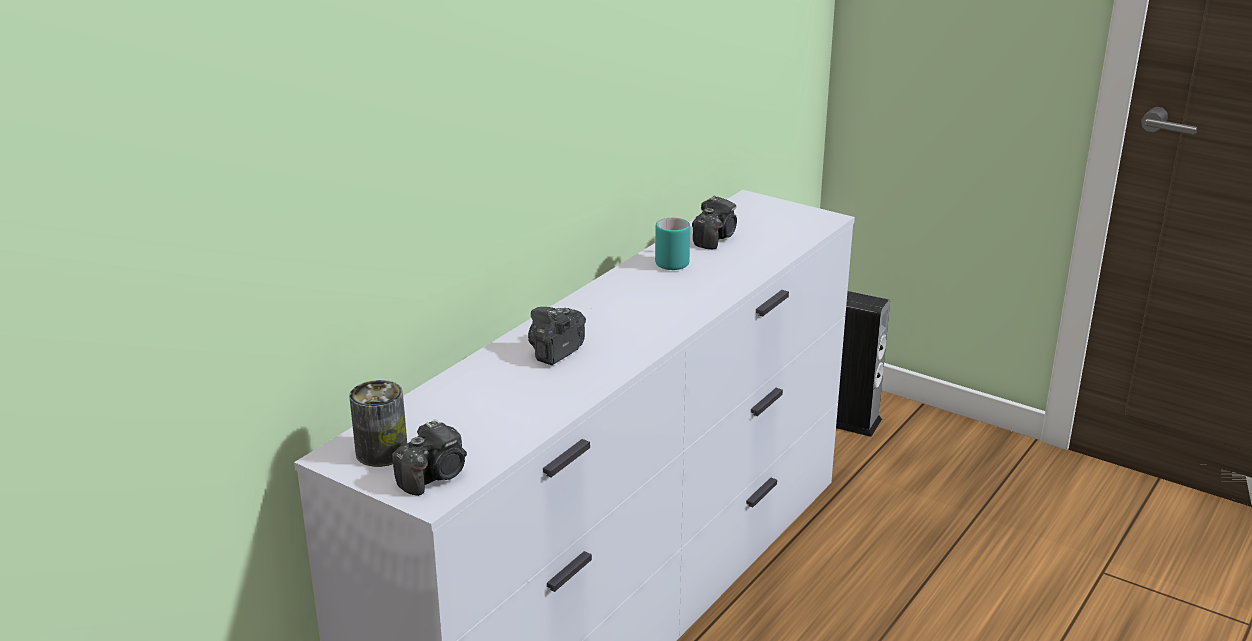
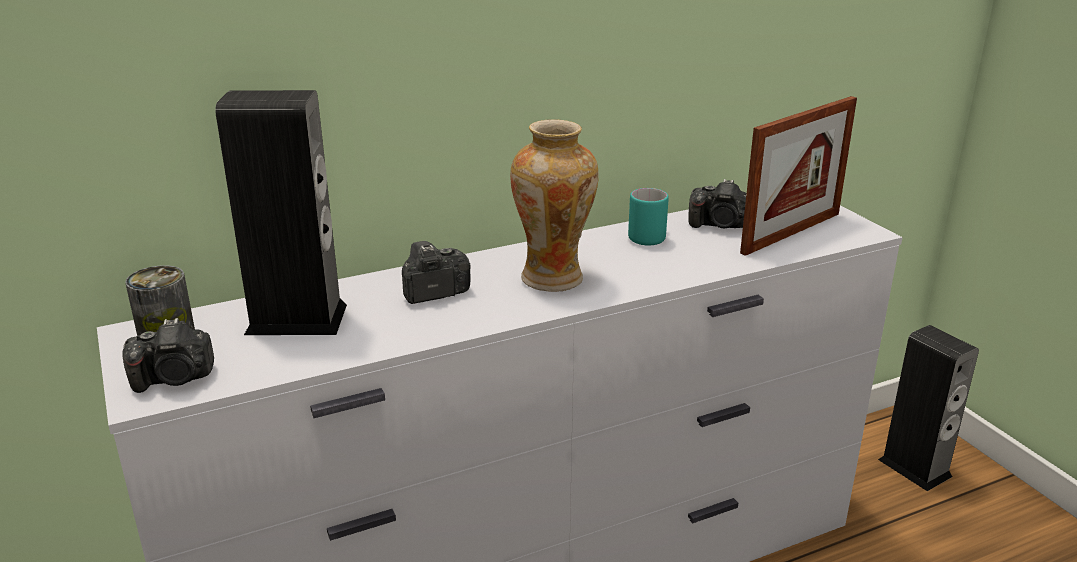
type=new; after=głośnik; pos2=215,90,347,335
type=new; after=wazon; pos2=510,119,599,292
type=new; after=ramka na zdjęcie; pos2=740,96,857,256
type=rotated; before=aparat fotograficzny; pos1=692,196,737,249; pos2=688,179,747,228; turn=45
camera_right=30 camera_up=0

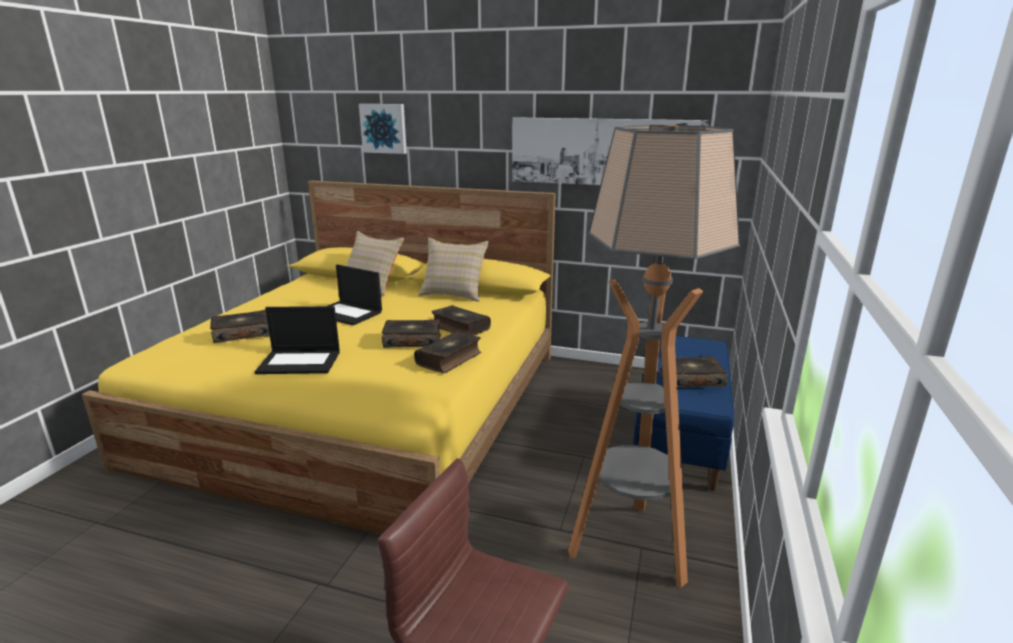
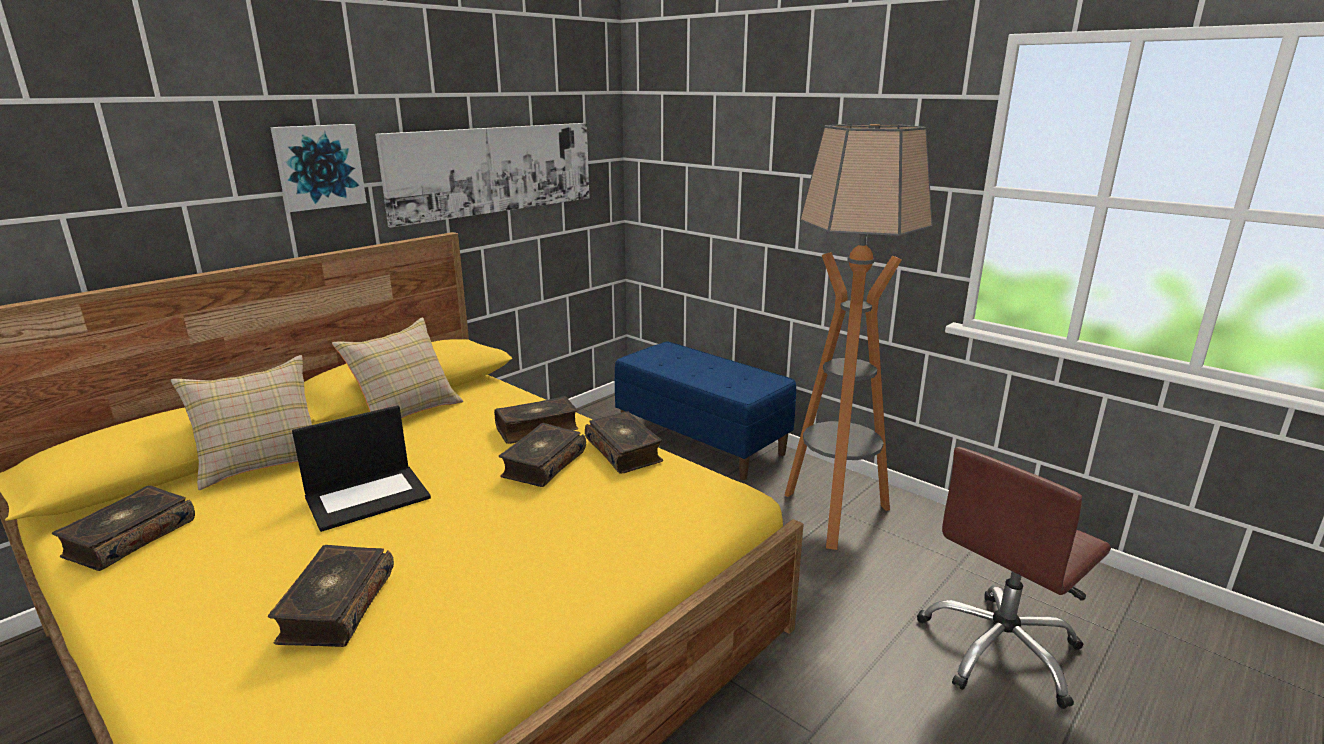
type=gone; before=laptop; pos1=255,306,340,374
type=shifted; before=obraz; pos1=359,104,407,154; pos2=271,124,367,212
type=shifted; before=książka; pos1=659,356,728,388; pos2=52,485,195,571
camera_right=-65 camera_up=0

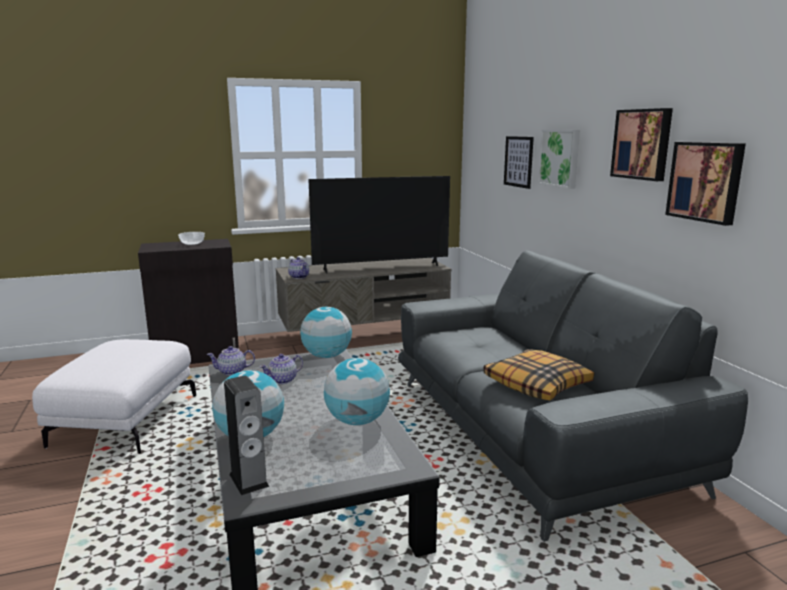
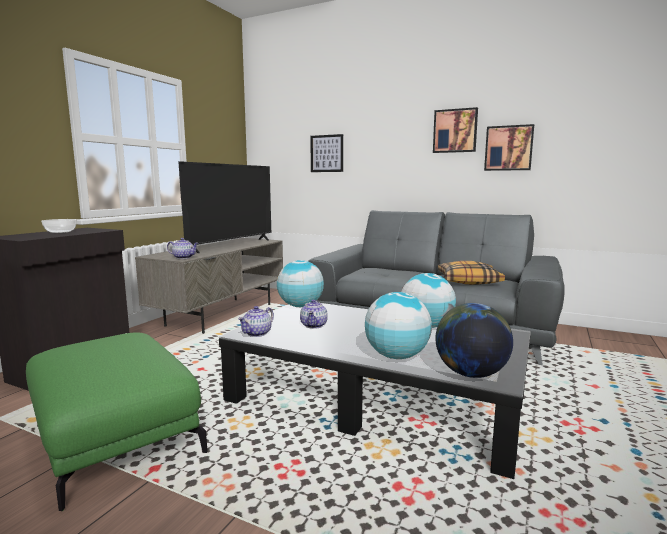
type=gone; before=obraz; pos1=538,130,580,189
type=swapped; before=głośnik; after=globus; pos1=224,376,269,495; pos2=435,303,513,378
type=repainted; before=pufa [biały]; after=pufa [zielony]; pos1=32,339,196,454; pos2=26,332,208,511
camera_right=-45 camera_up=-5

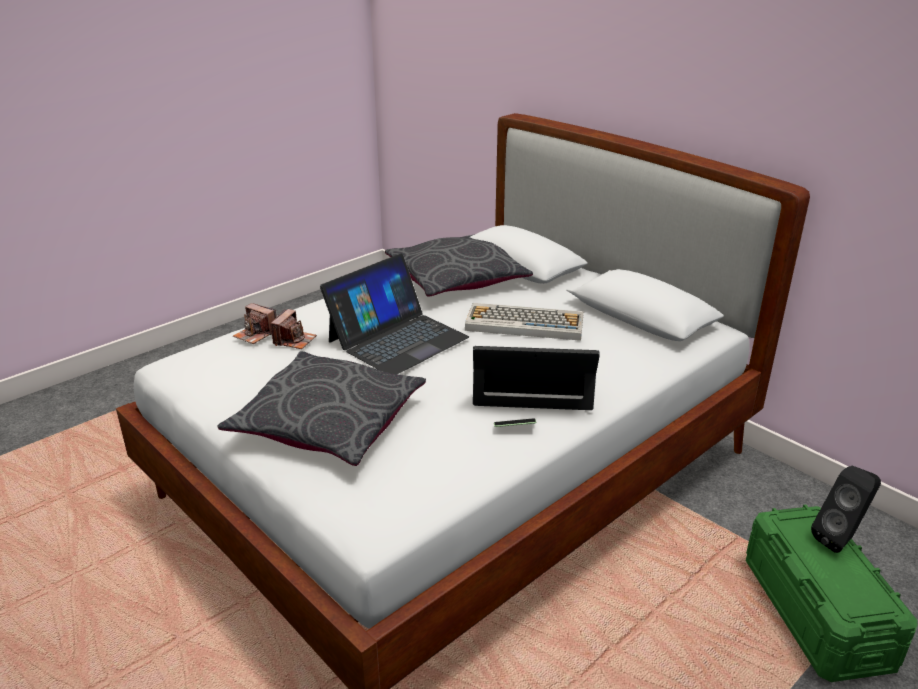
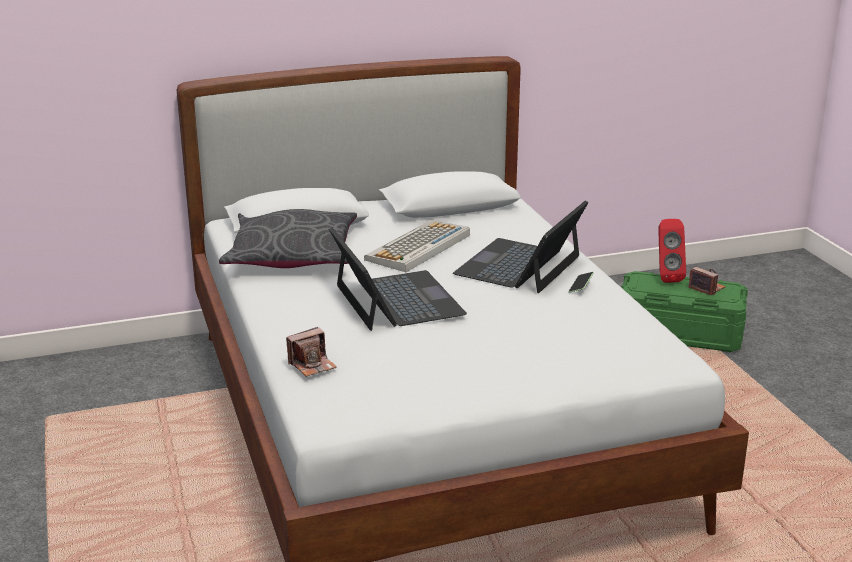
type=gone; before=poduszka [szary]; pos1=217,351,426,466
type=shifted; before=aparat fotograficzny; pos1=270,309,317,349; pos2=688,267,726,295
type=repainted; before=głośnik [czarny]; after=głośnik [czerwony]; pos1=811,465,881,553; pos2=658,219,686,283
camera_right=-65 camera_up=-5

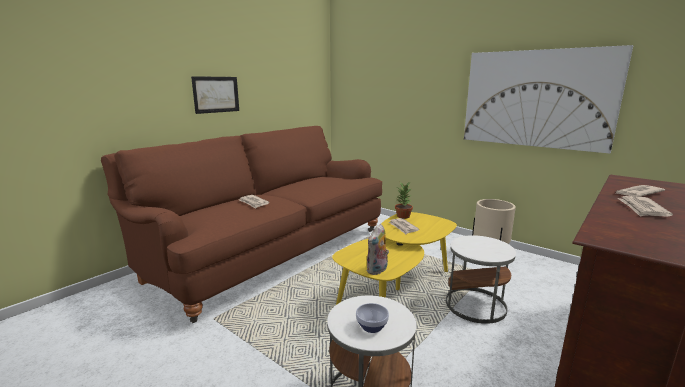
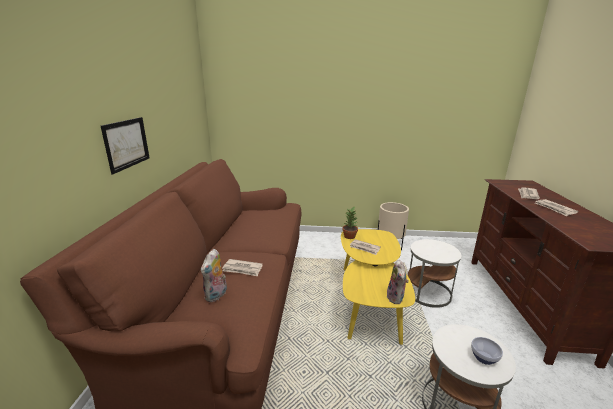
type=gone; before=obraz; pos1=464,45,633,154
type=new; after=pluszak; pos2=201,249,227,302
camera_right=-35 camera_up=5

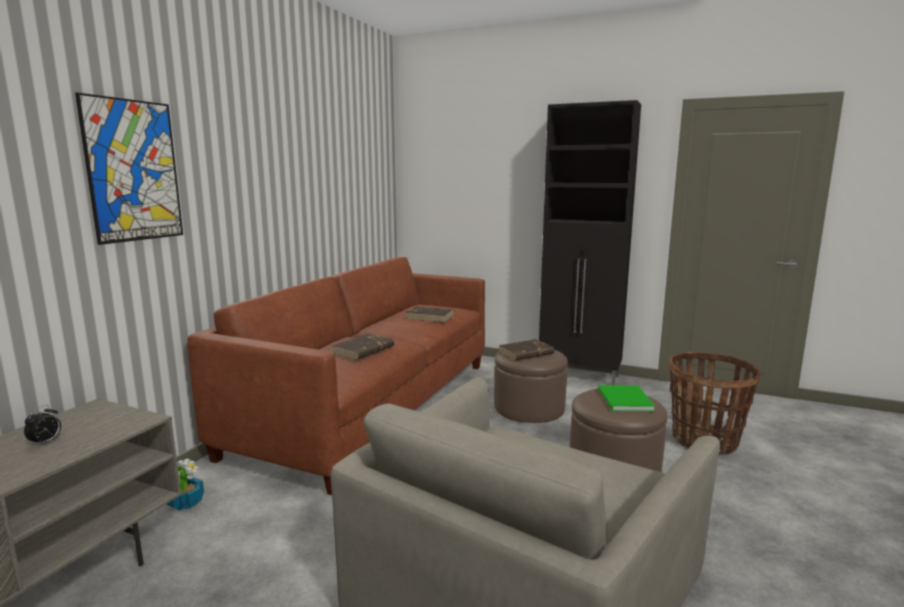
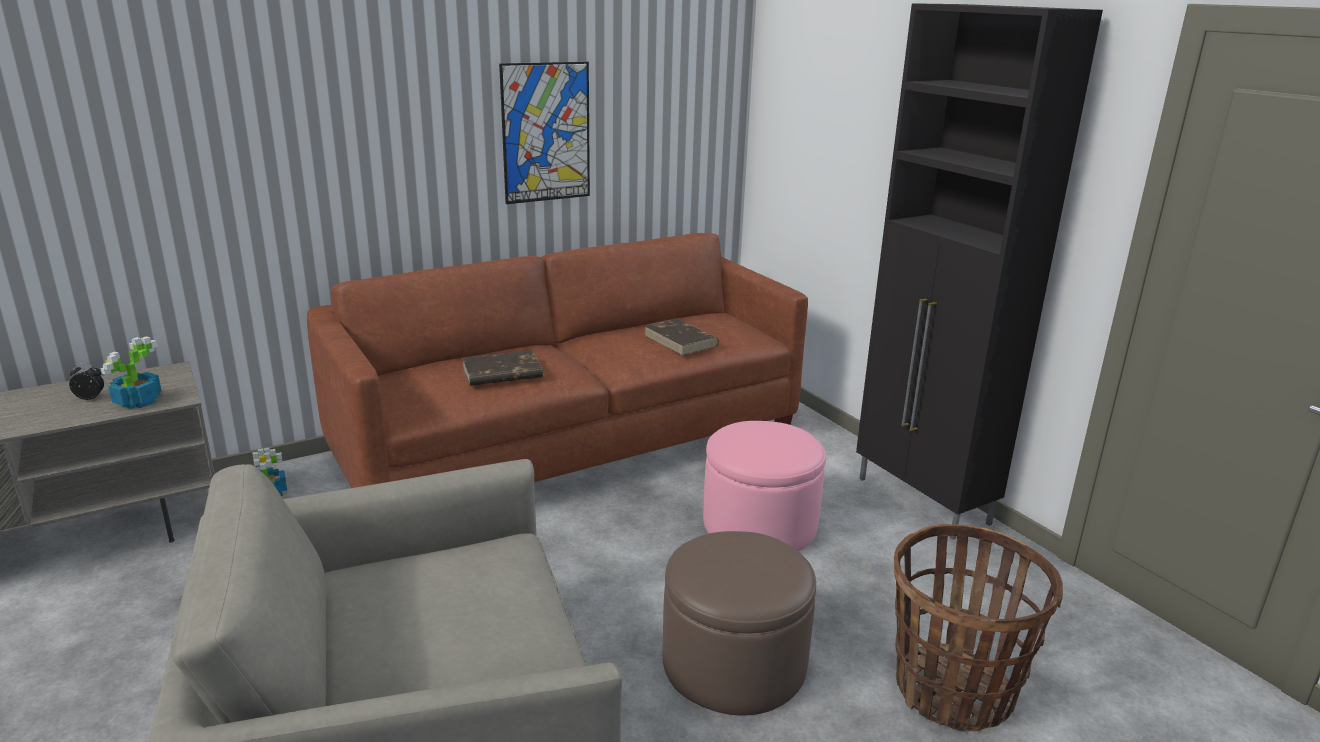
type=gone; before=książka [brązowy]; pos1=498,339,554,361
type=gone; before=książka [zielony]; pos1=598,385,655,411
type=new; after=roślina doniczkowa; pos2=101,336,162,409
type=shifted; before=obraz; pos1=75,92,183,245; pos2=499,62,590,204
type=repainted; before=pufa [brązowy]; after=pufa [różowy]; pos1=494,350,568,423; pos2=703,421,826,551
type=rotated; before=budzik; pos1=24,405,61,447; pos2=69,363,104,400; turn=-150
camera_right=35 camera_up=10

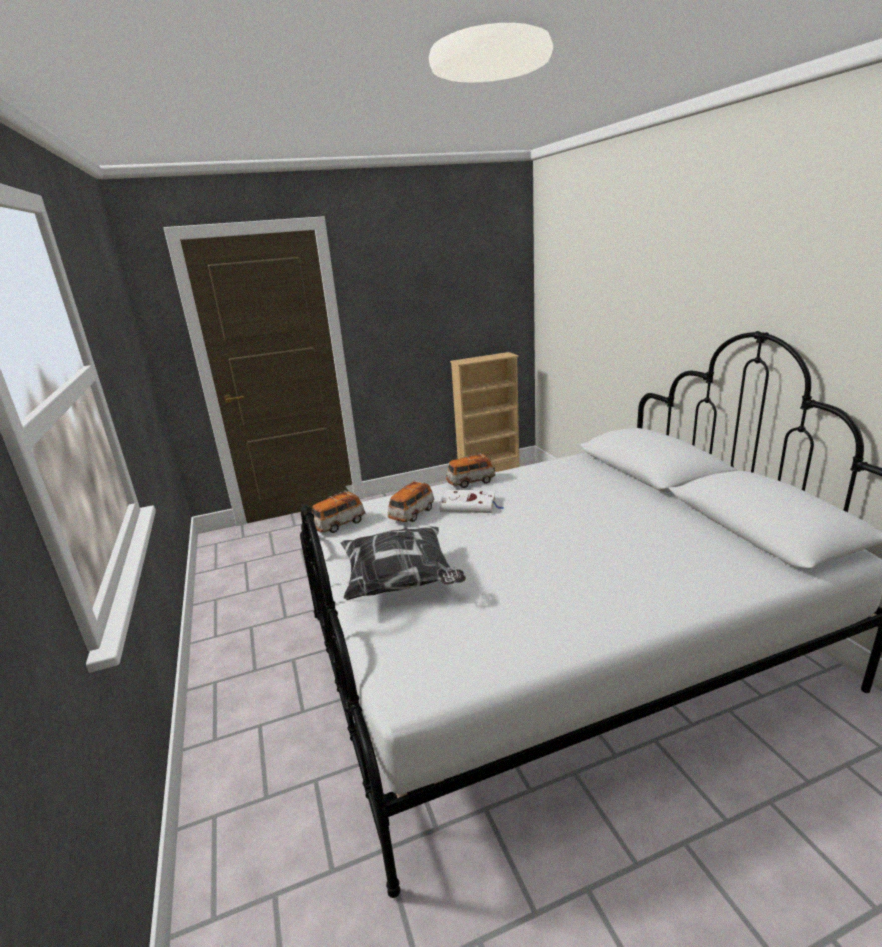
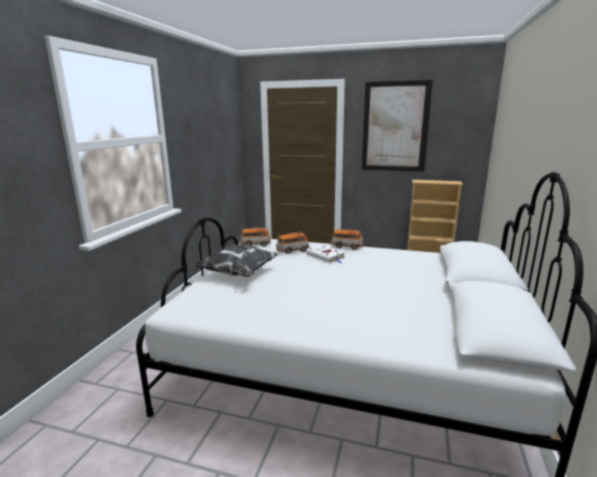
type=new; after=obraz; pos2=362,80,433,171
camera_right=35 camera_up=-5

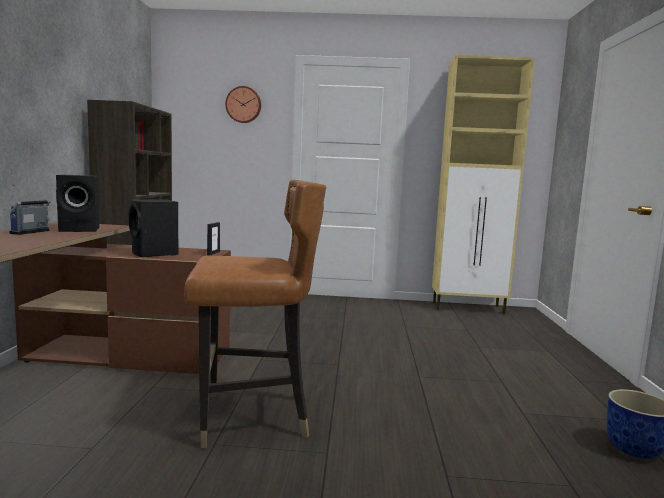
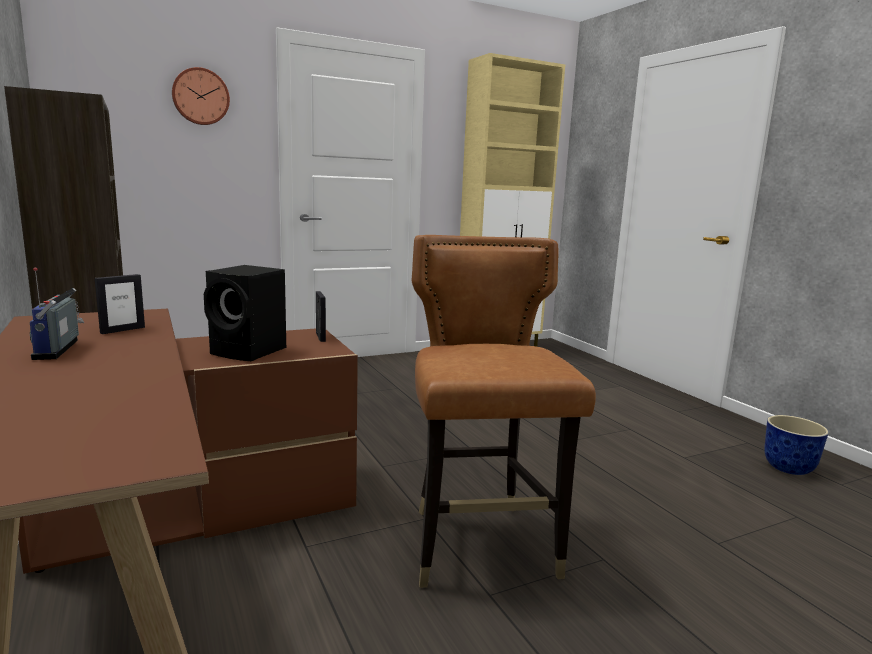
type=swapped; before=głośnik [czarny]; after=ramka na zdjęcie; pos1=56,175,99,232; pos2=95,274,145,334
type=rotated; before=krzesło [brązowy]; pos1=184,180,326,448; pos2=412,235,596,588; turn=-60
camera_right=-30 camera_up=5

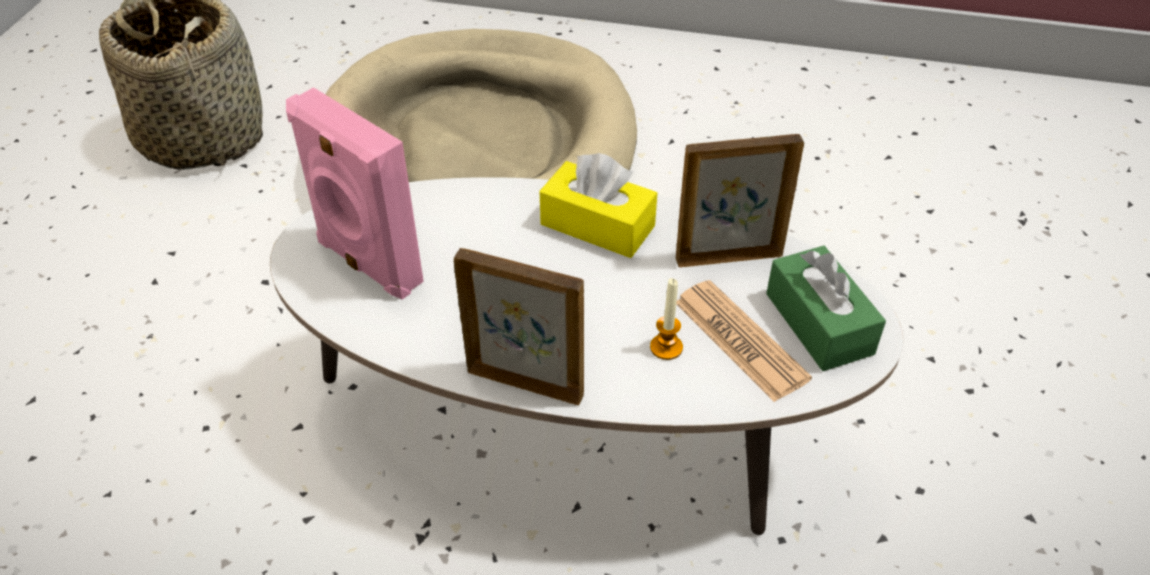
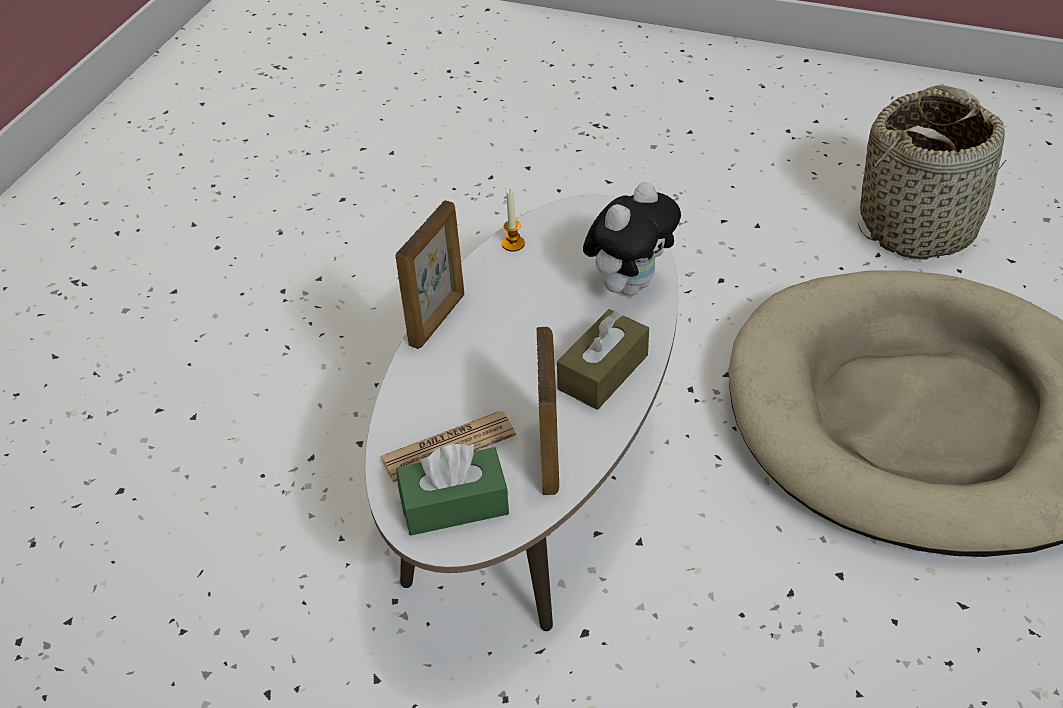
type=gone; before=głośnik [różowy]; pos1=286,87,424,299
type=new; after=pluszak; pos2=583,182,681,296
type=shifted; before=świeca; pos1=650,278,683,360; pos2=502,189,525,252
type=repainted; before=pudełko chusteczek [żółty]; after=pudełko chusteczek [brązowy]; pos1=540,153,657,258; pos2=557,309,649,410
camera_right=100 camera_up=0

